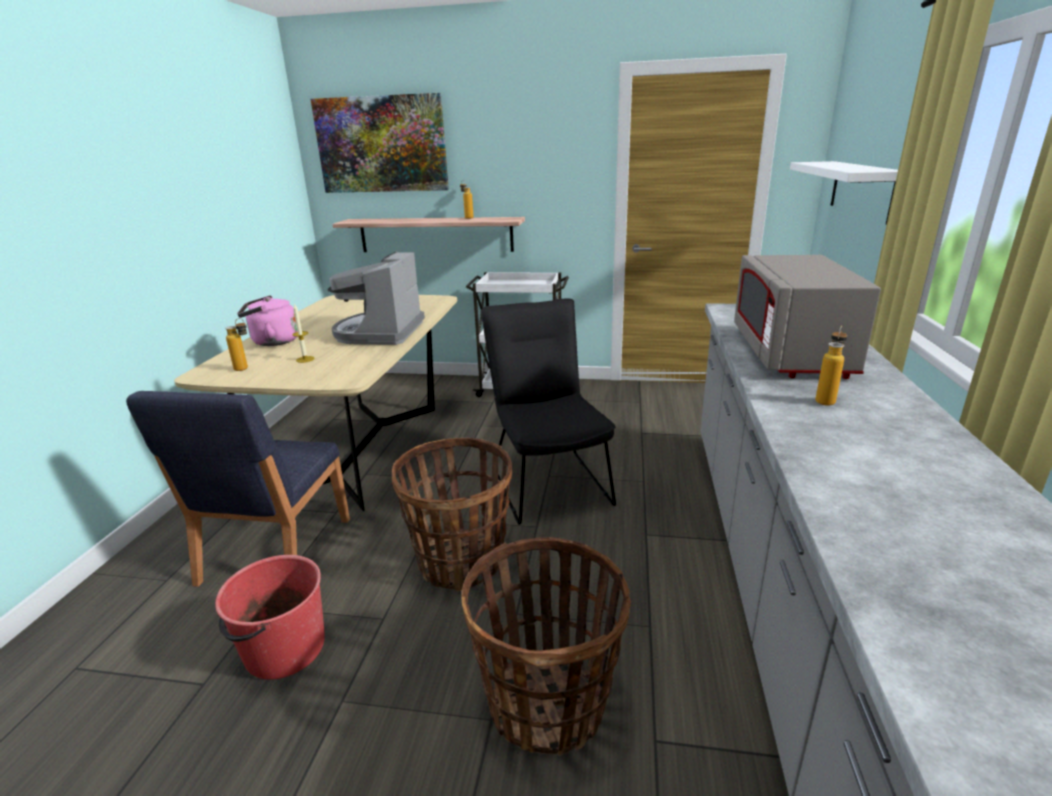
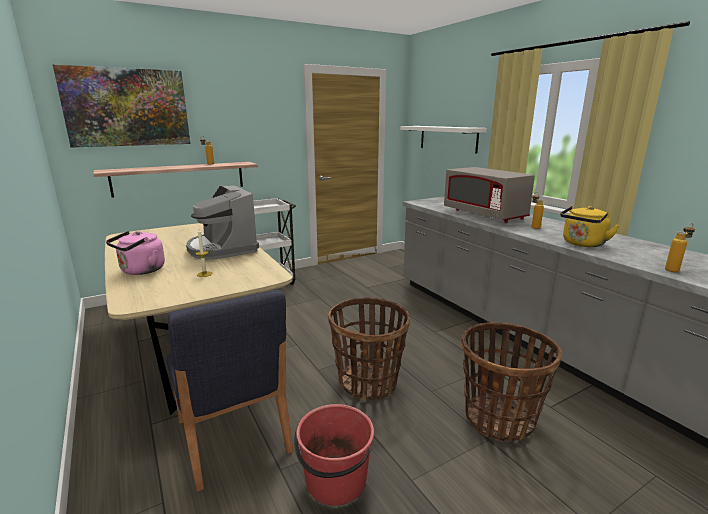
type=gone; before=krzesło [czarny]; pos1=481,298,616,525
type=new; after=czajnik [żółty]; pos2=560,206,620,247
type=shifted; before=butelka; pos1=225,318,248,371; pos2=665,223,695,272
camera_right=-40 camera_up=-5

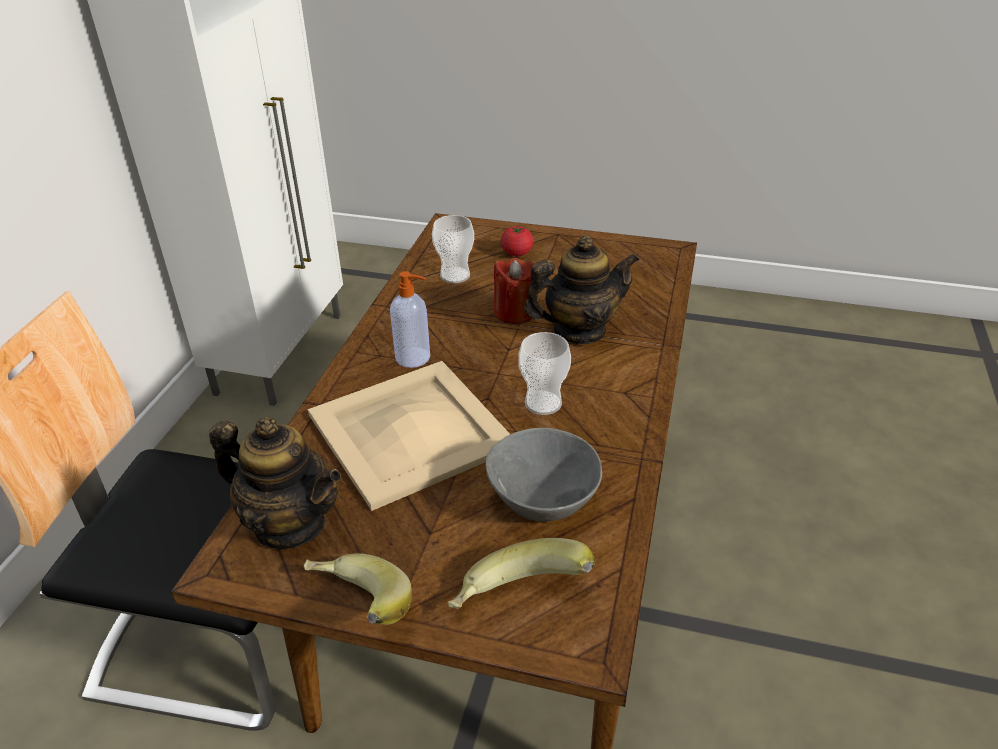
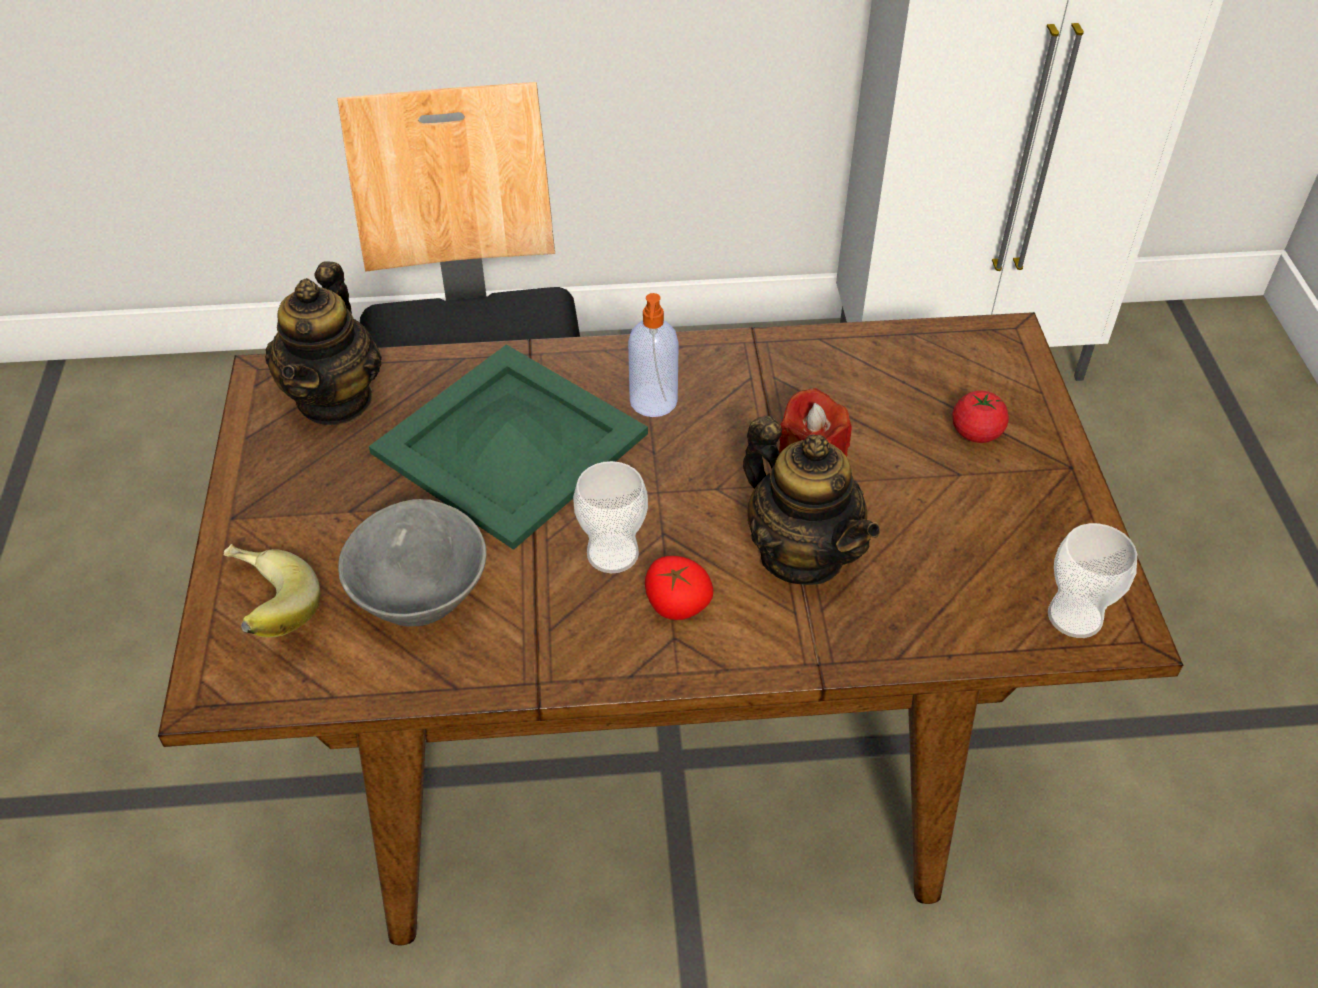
type=gone; before=banan; pos1=304,553,412,625
type=new; after=pomidor; pos2=645,556,713,620
type=shifted; before=filiżanka; pos1=432,215,474,283; pos2=1048,523,1137,638
type=repainted; before=taca [beżowy]; after=taca [zielony]; pos1=308,361,510,511; pos2=369,344,648,550
camera_right=70 camera_up=10

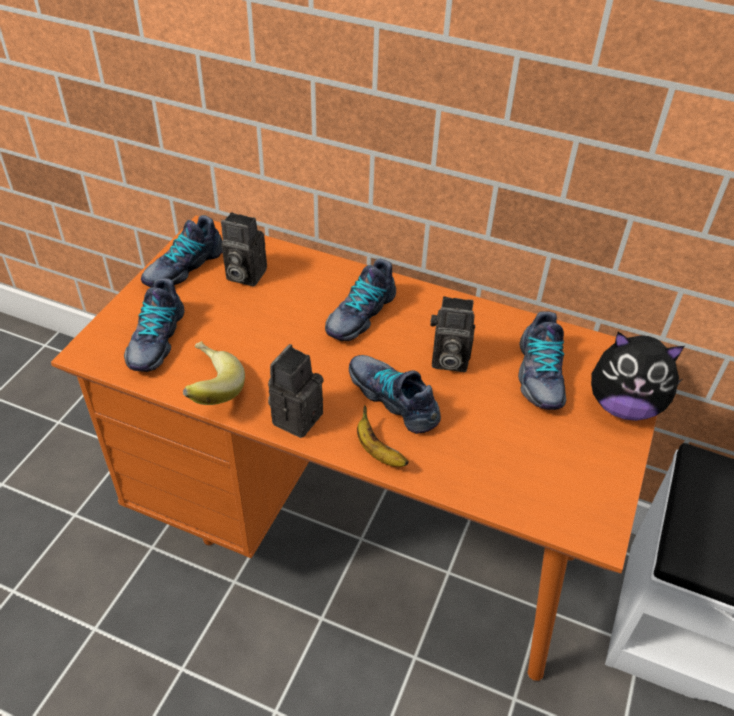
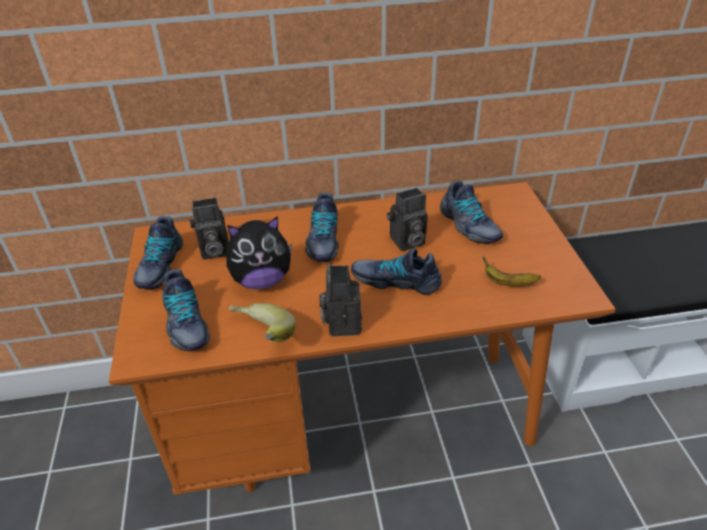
type=shifted; before=banan; pos1=357,405,409,467; pos2=482,256,541,286
type=shifted; before=pluszak; pos1=591,332,684,421; pos2=226,216,292,290
camera_right=-30 camera_up=-5

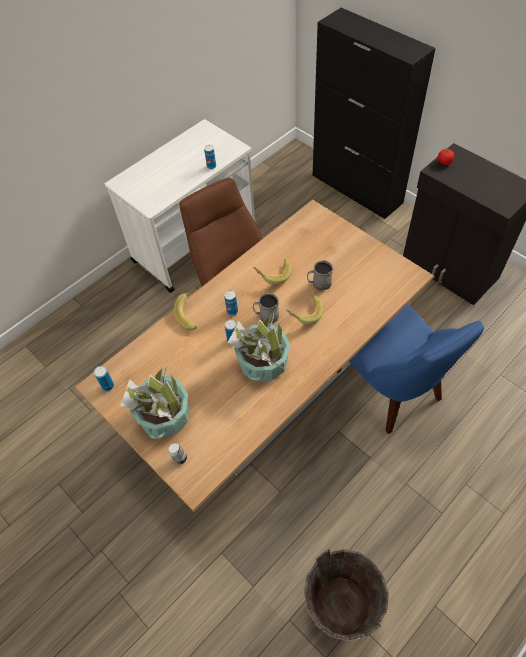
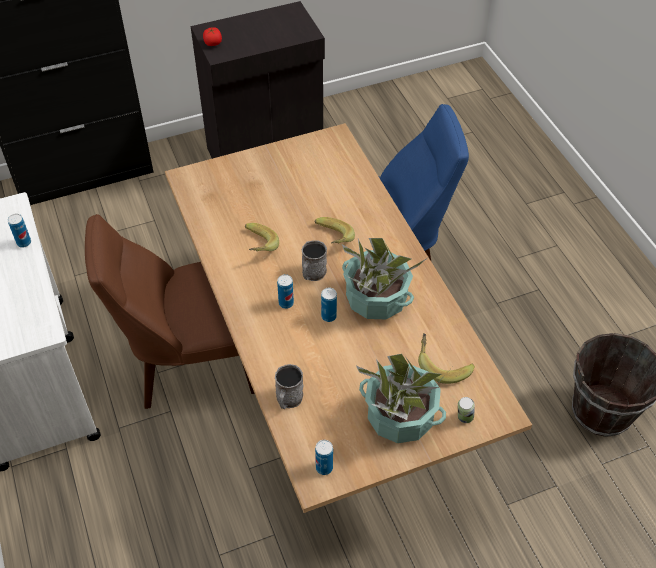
type=shifted; before=banan; pos1=174,287,199,330; pos2=418,333,475,384
type=shifted; before=kubek [szary]; pos1=307,260,333,291; pos2=275,364,303,409
camera_right=-70 camera_up=-5

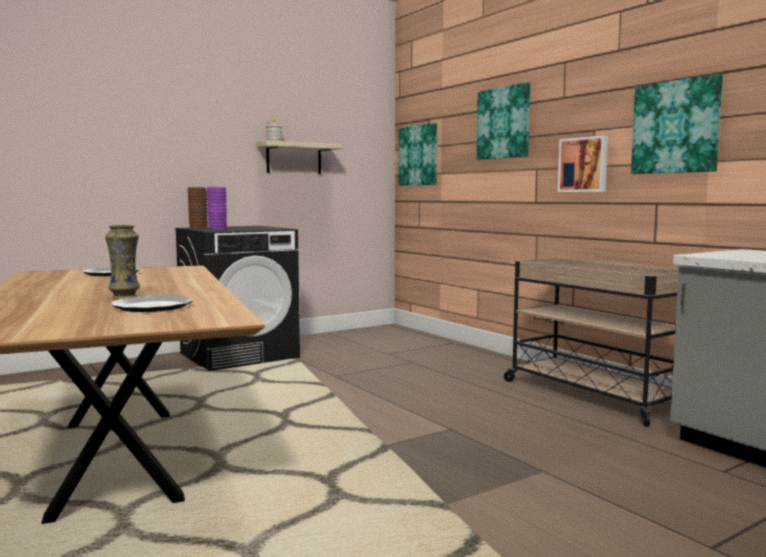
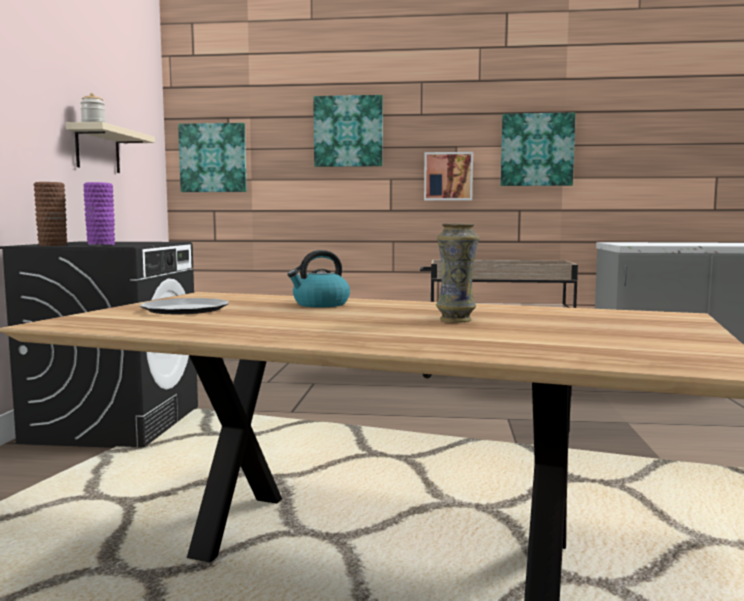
type=gone; before=talerz; pos1=111,295,194,312
type=new; after=czajnik; pos2=288,250,350,307
camera_right=-50 camera_up=0

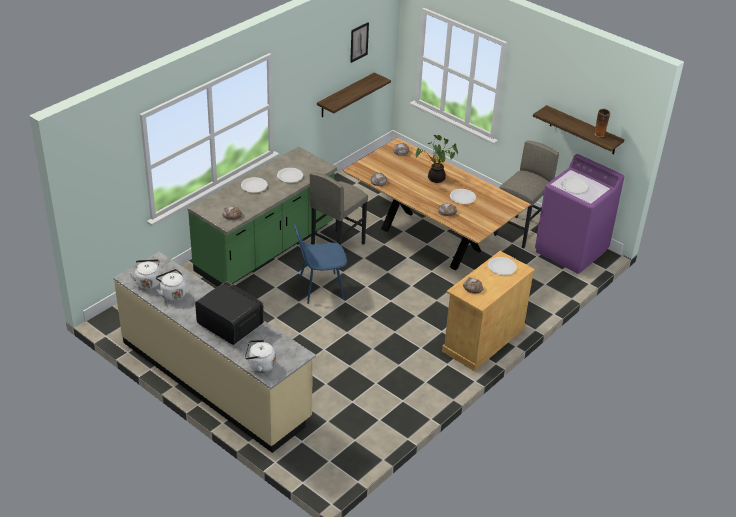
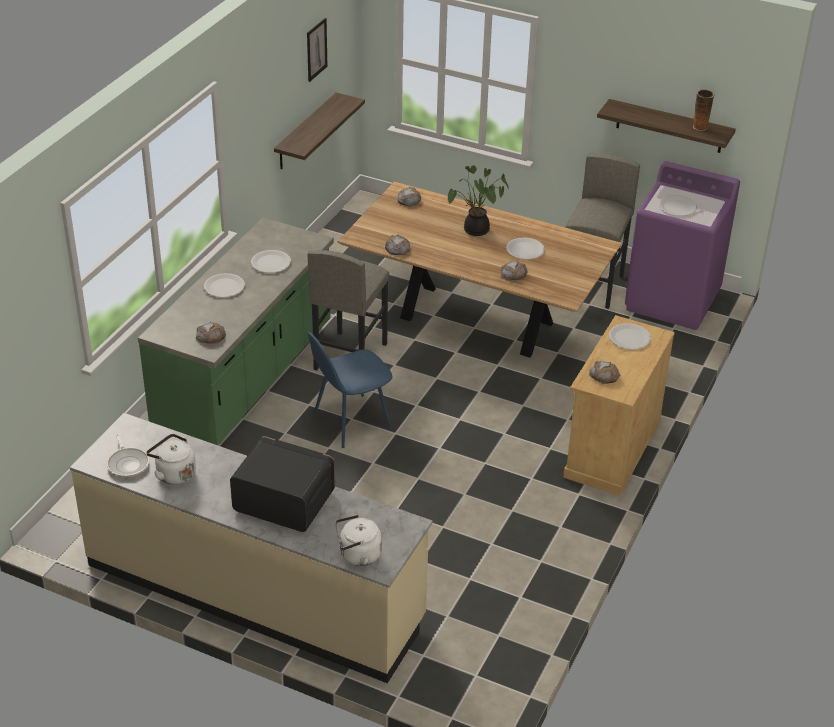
type=swapped; before=czajnik [biały]; after=patelnia; pos1=129,259,161,289; pos2=107,434,149,477
camera_right=-15 camera_up=0

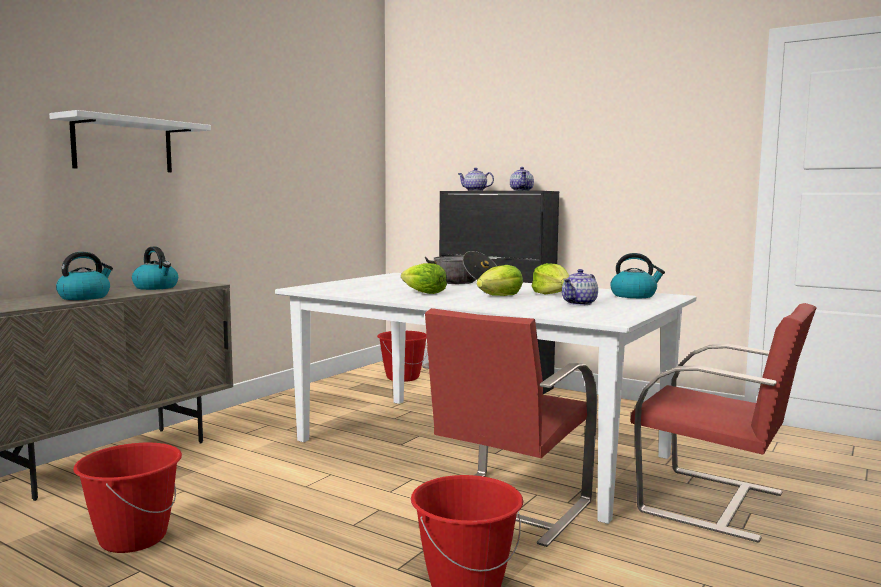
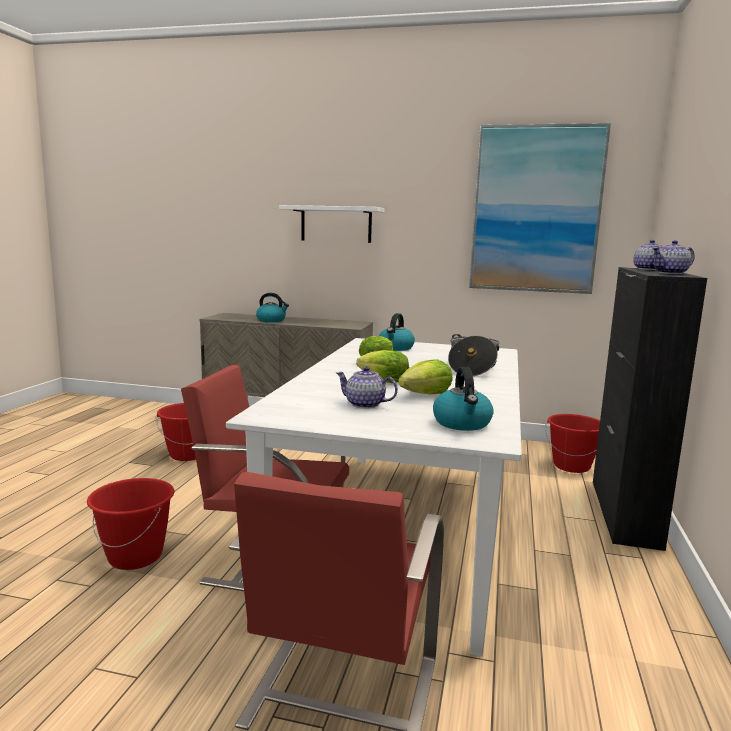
type=new; after=obraz; pos2=469,123,611,294
type=shifted; before=czajnik; pos1=132,246,178,290; pos2=379,313,415,351
camera_right=70 camera_up=5

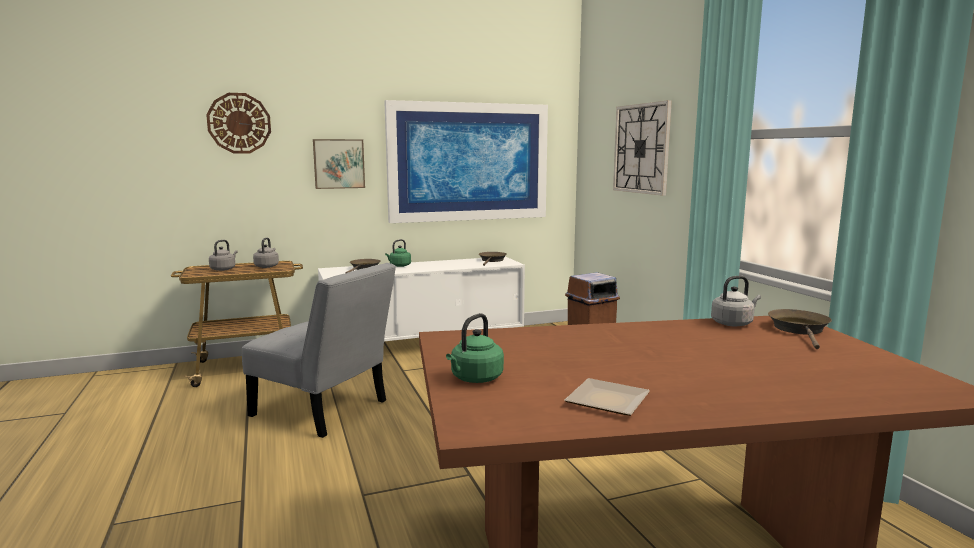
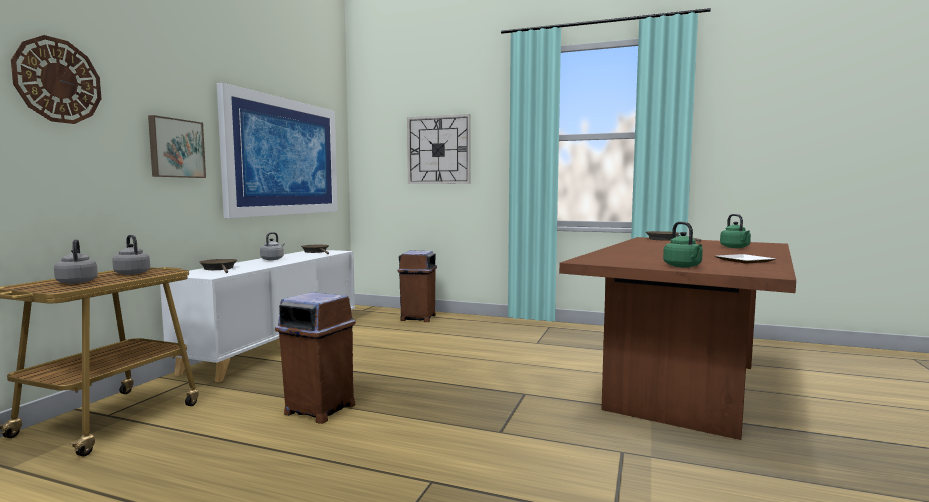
type=shifted; before=czajnik [zielony]; pos1=385,239,411,267; pos2=720,214,751,248
type=shifted; before=czajnik [szary]; pos1=711,276,761,327; pos2=260,232,285,260
type=swapped; before=krzesło [szary]; after=kosz na śmieci [brązowy]; pos1=242,263,396,438; pos2=275,292,356,424
camera_right=-50 camera_up=-5

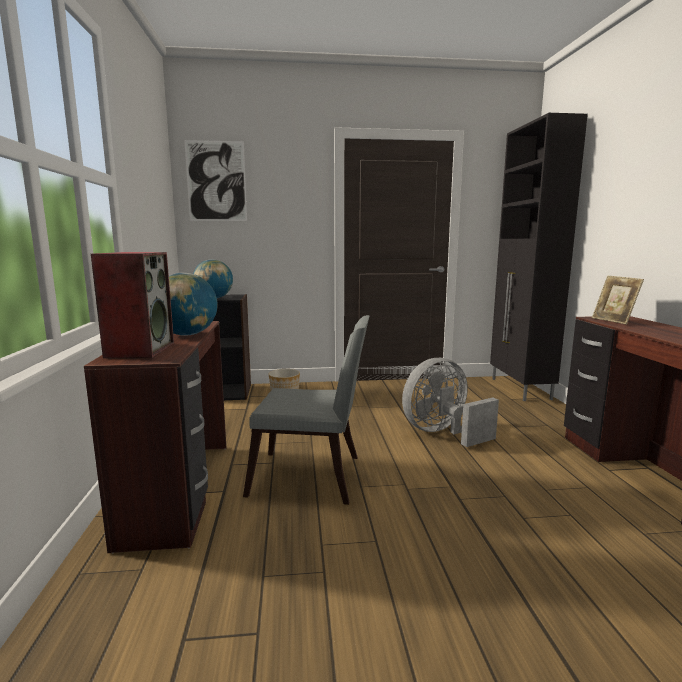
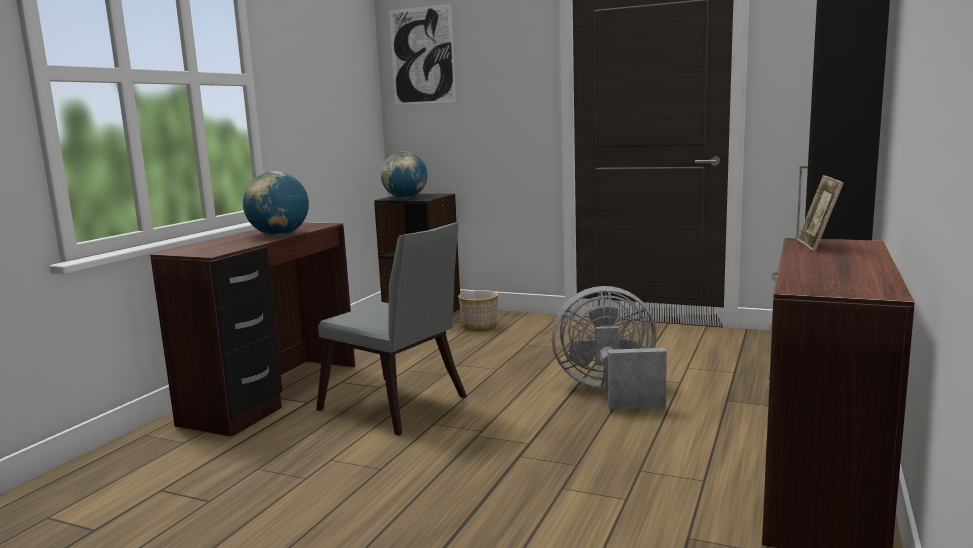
type=gone; before=głośnik; pos1=91,252,174,358
camera_right=30 camera_up=0

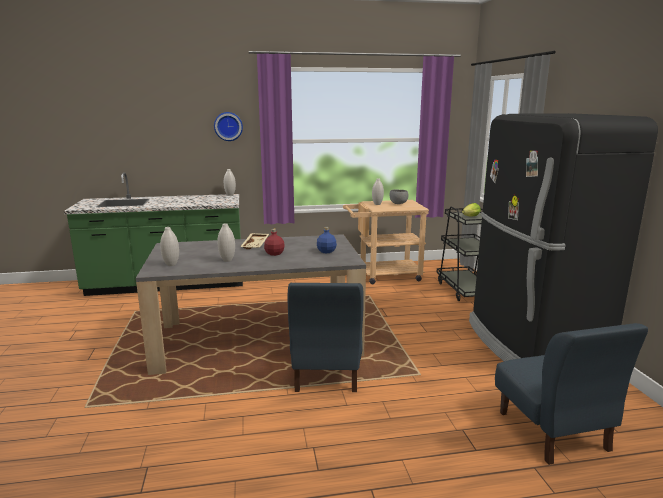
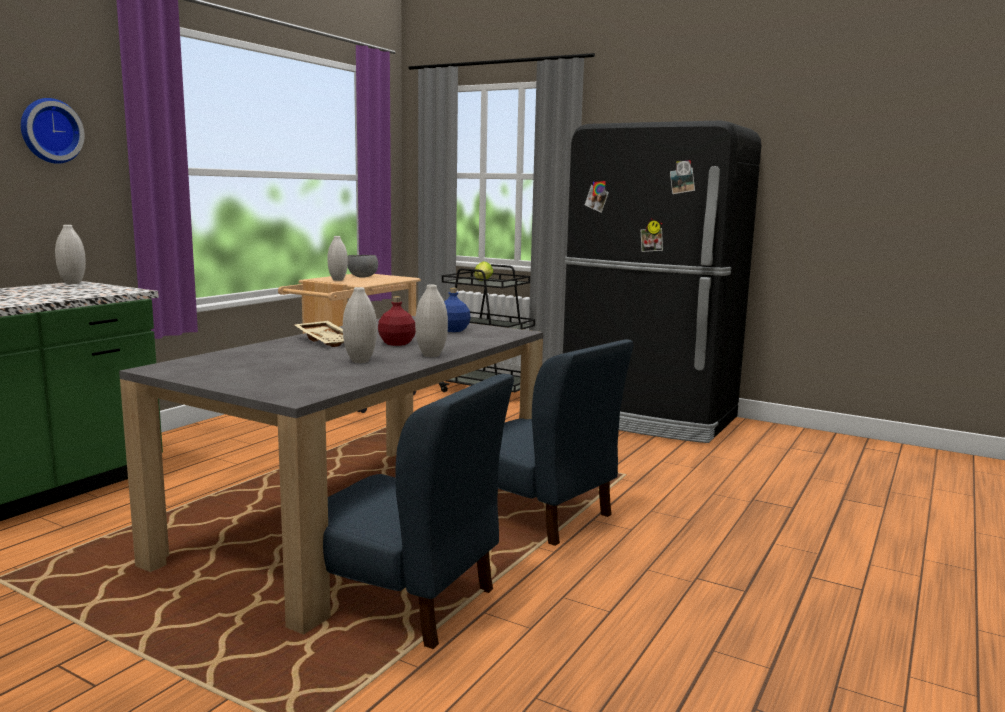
type=shifted; before=wazon [biały]; pos1=160,227,179,266; pos2=415,285,448,357
type=shifted; before=krzesło [niebieski]; pos1=495,323,648,465; pos2=323,374,514,649
camera_right=-50 camera_up=-5

